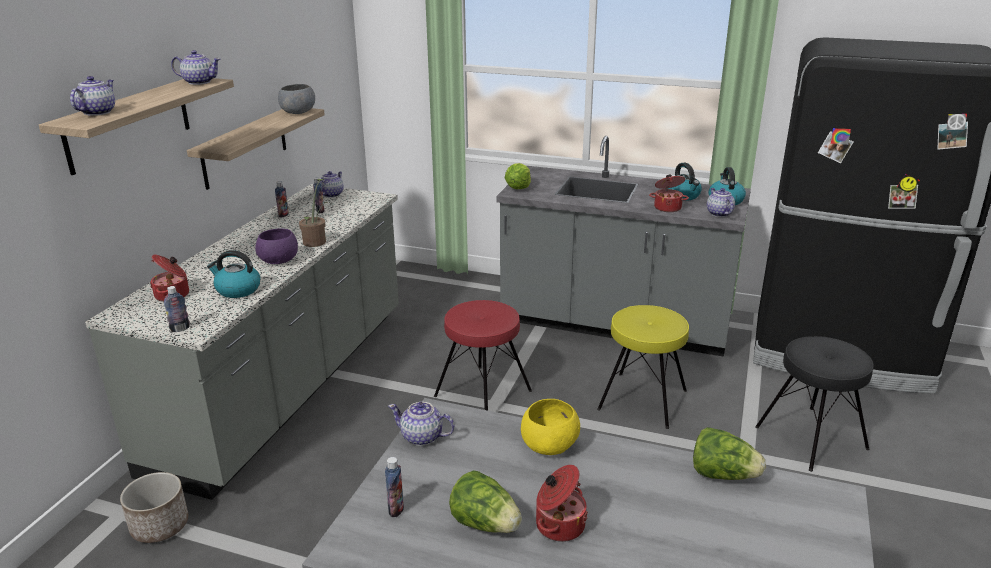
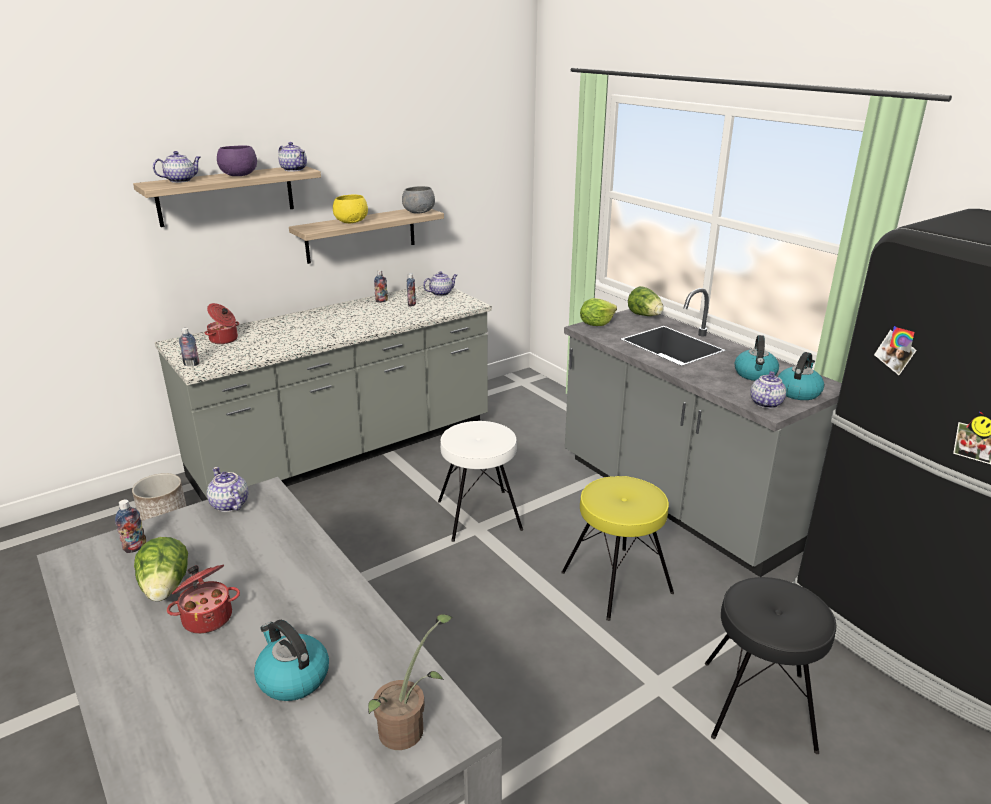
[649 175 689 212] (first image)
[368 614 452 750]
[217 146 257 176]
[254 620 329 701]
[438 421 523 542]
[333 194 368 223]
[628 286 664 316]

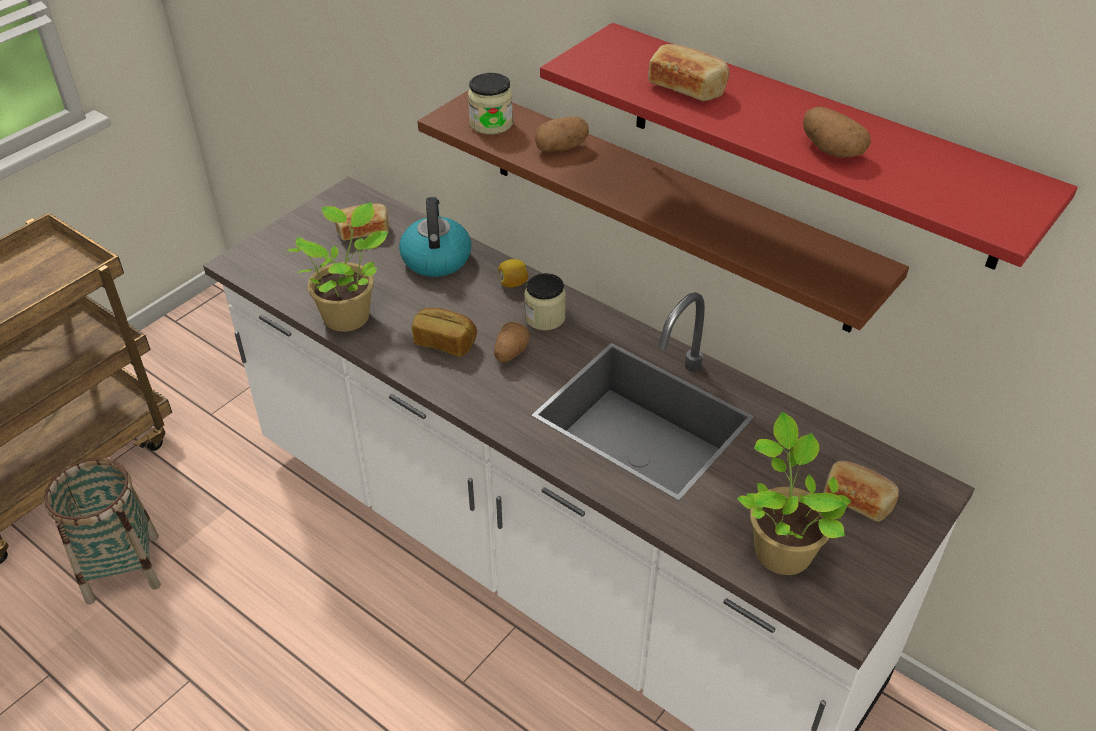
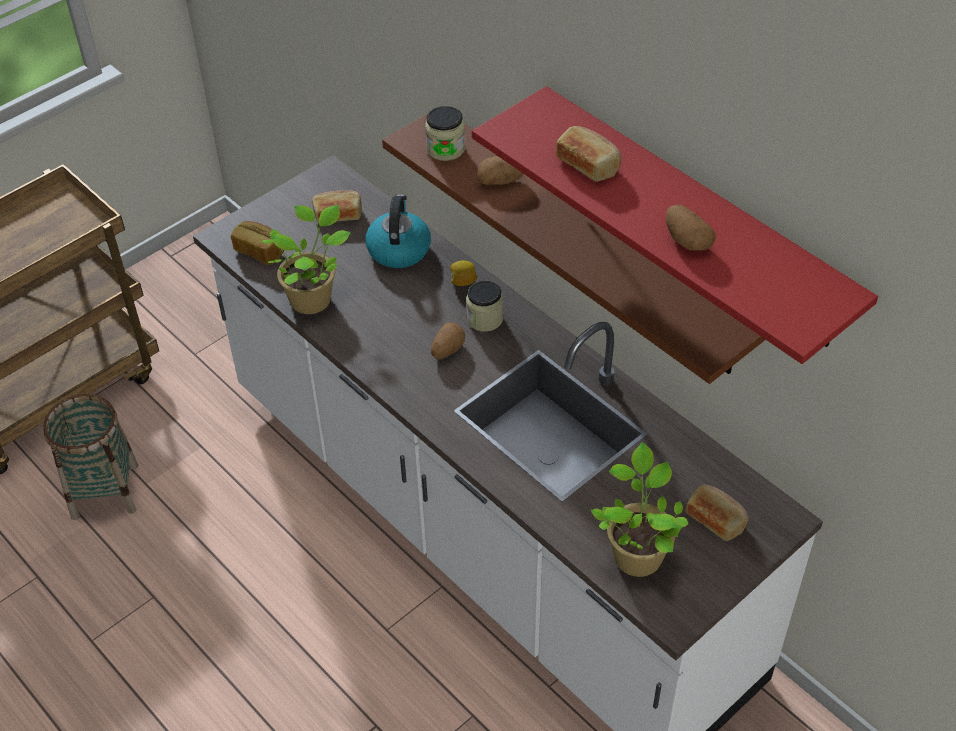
[231 221 284 265]

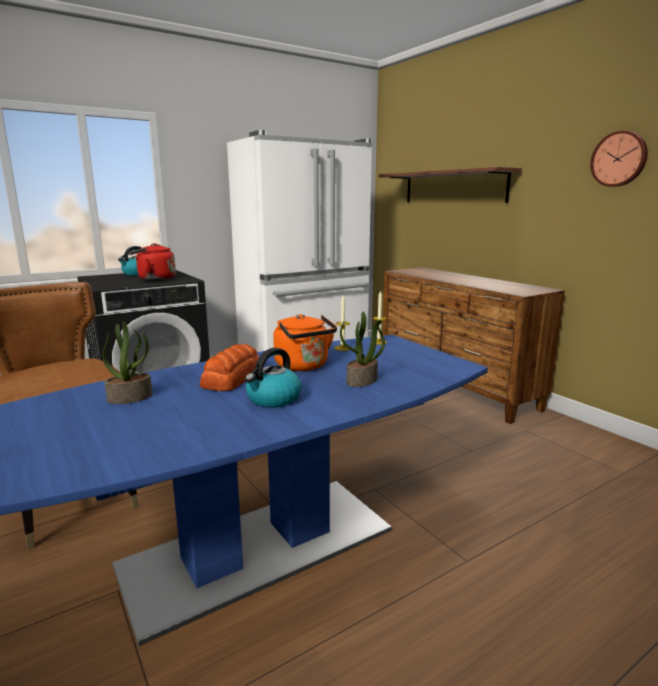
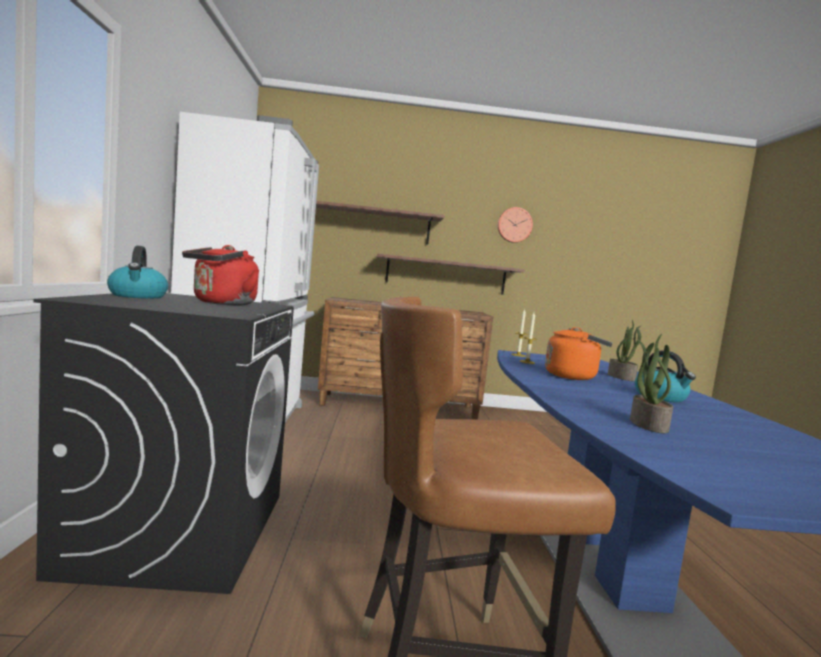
[200 344 259 391] (first image)
[377 254 524 294]

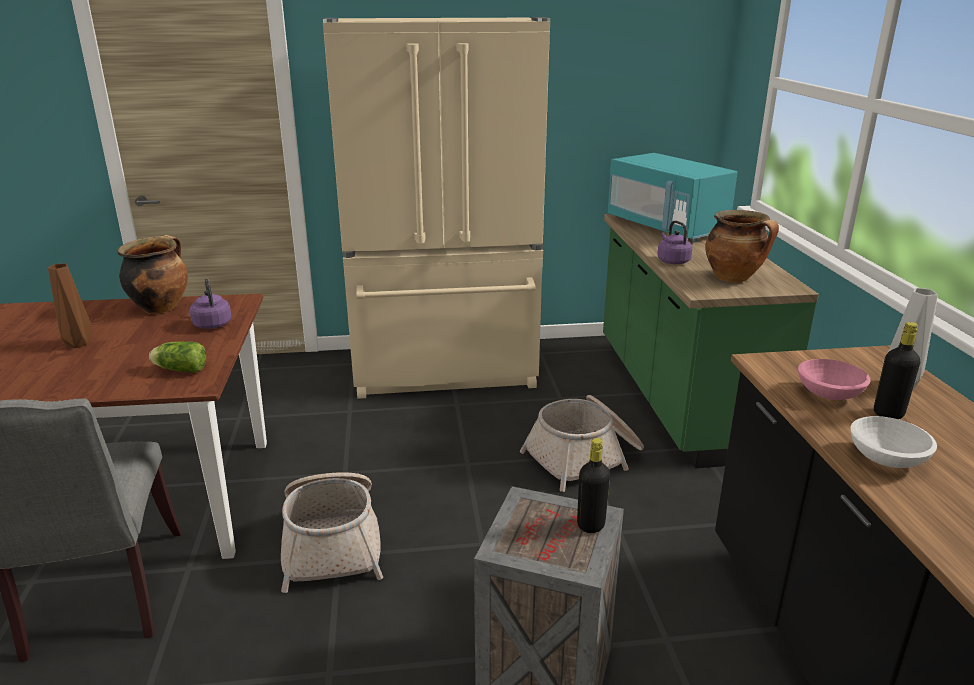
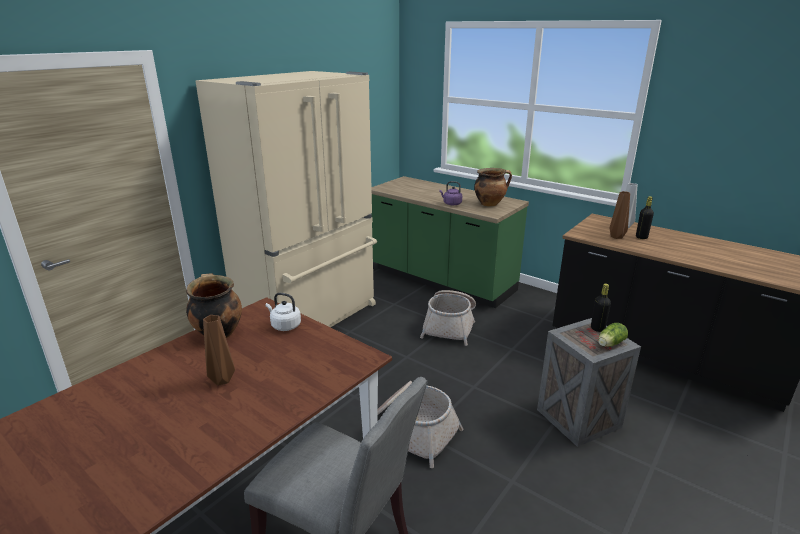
[607 153 737 242] (first image)
[266 293 301 331]
[598 323 628 347]
[610 191 630 239]
[850 416 937 468] (first image)

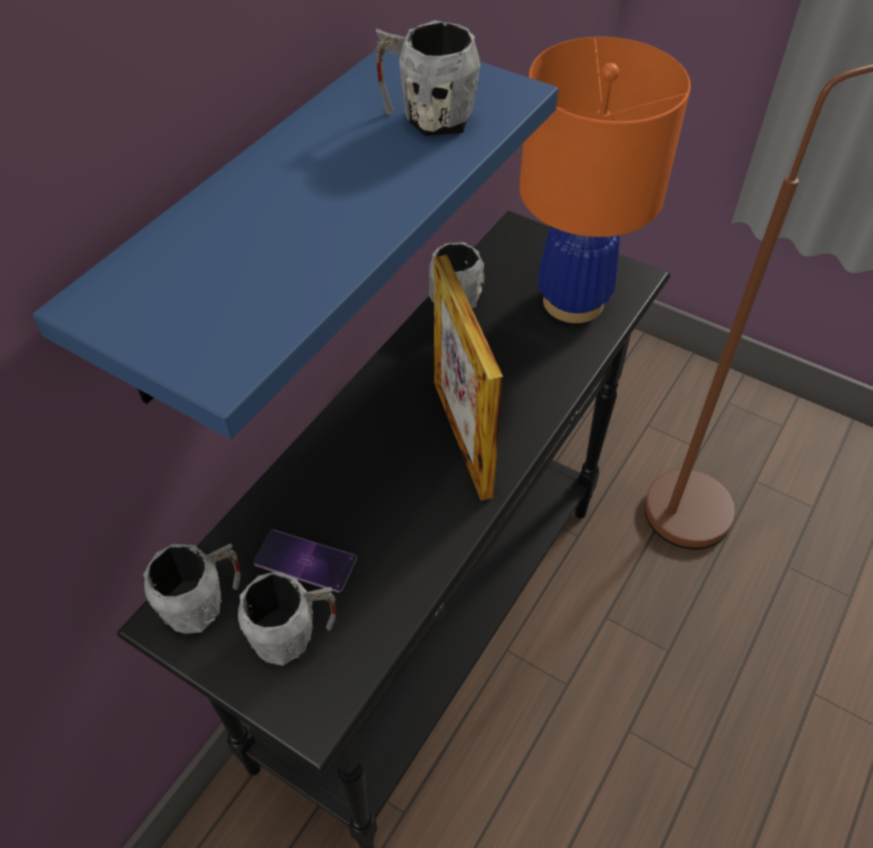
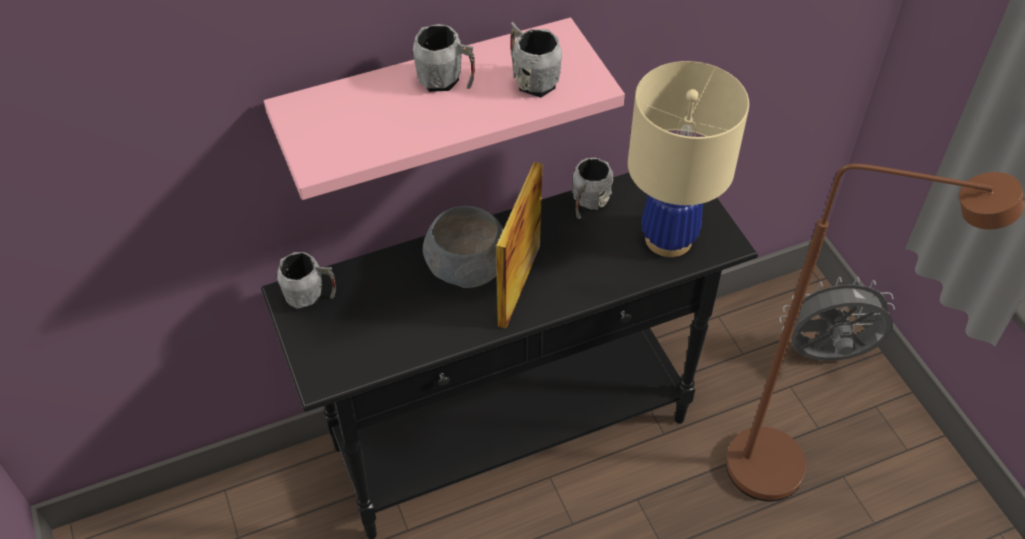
[264 18 625 200]
[628 61 749 257]
[254 530 357 592] (first image)
[413 24 475 92]
[423 206 503 288]
[779 276 895 361]

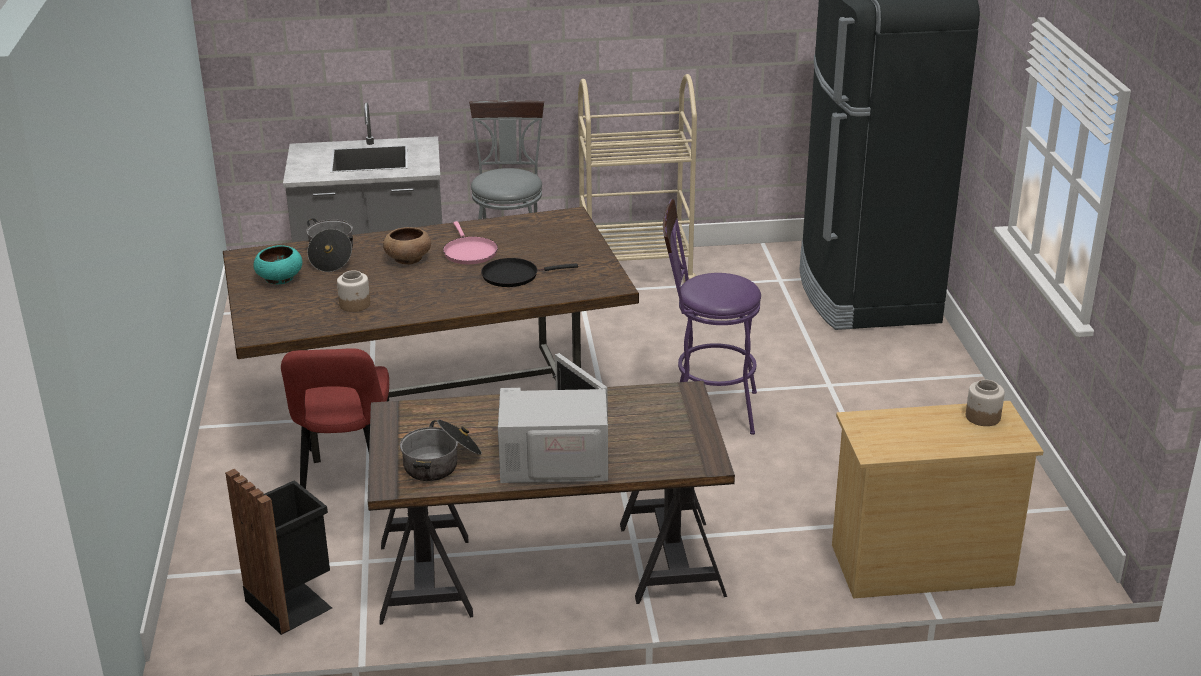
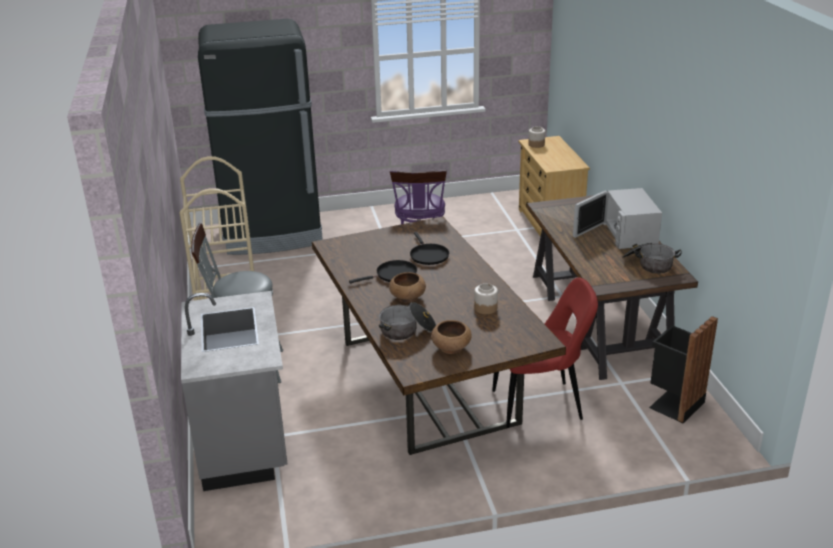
[349 260 417 283]
[431 320 472 354]

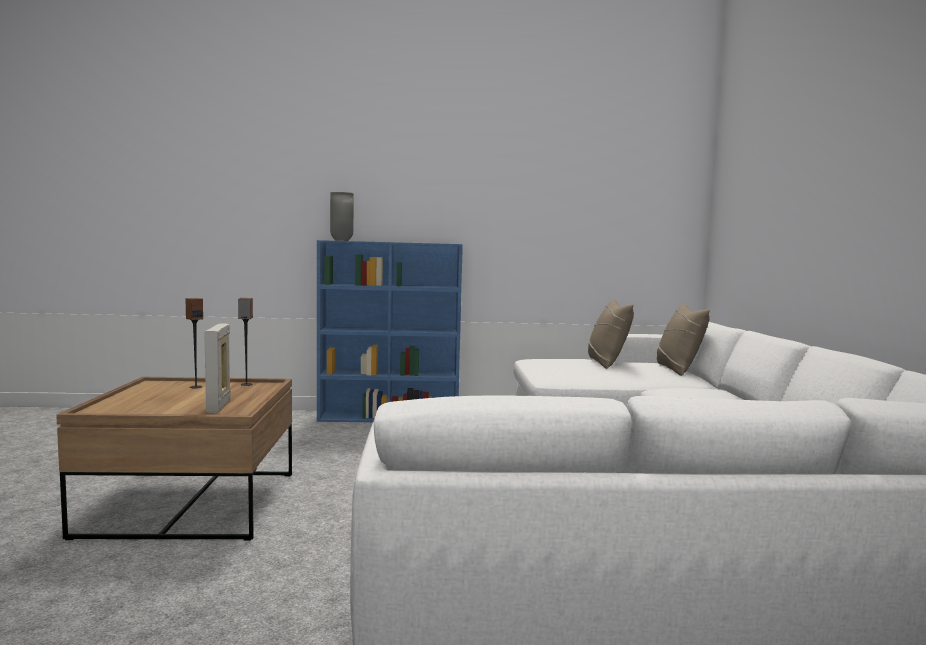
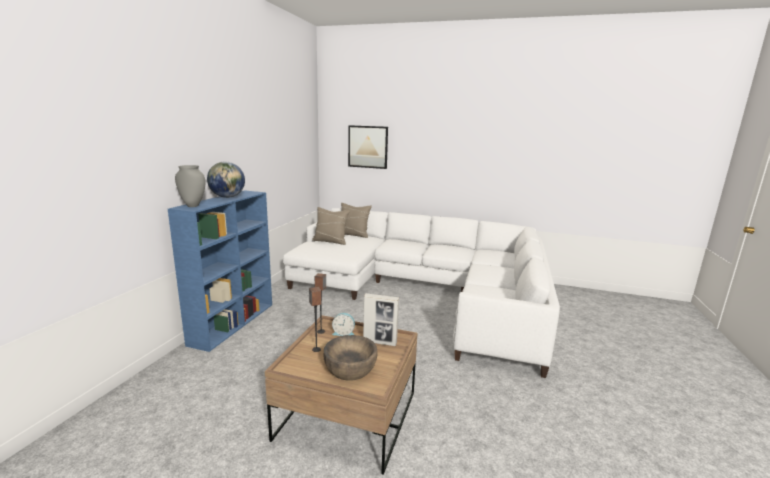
[348 125 388 169]
[207 162 245 198]
[332 313 355 336]
[323 335 378 381]

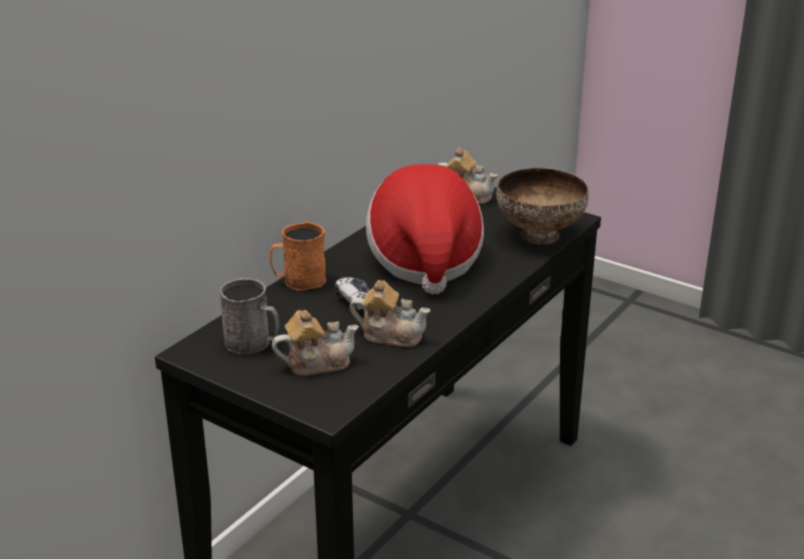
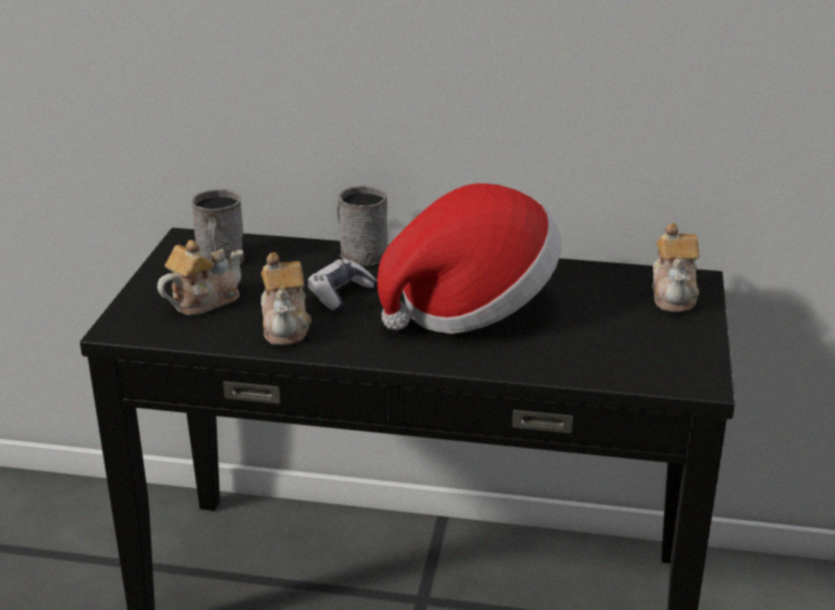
[496 168 589 245] (first image)
[337 186 388 266]
[157 240 243 316]

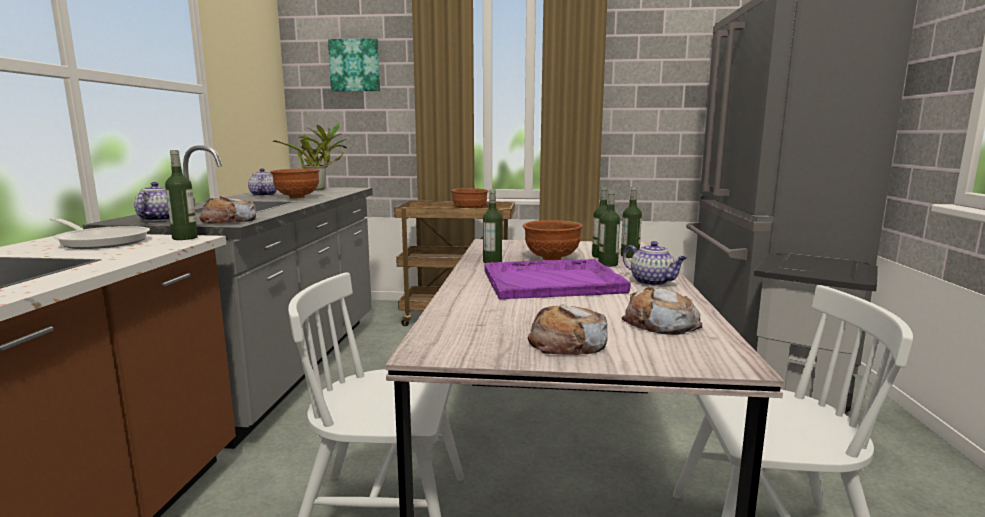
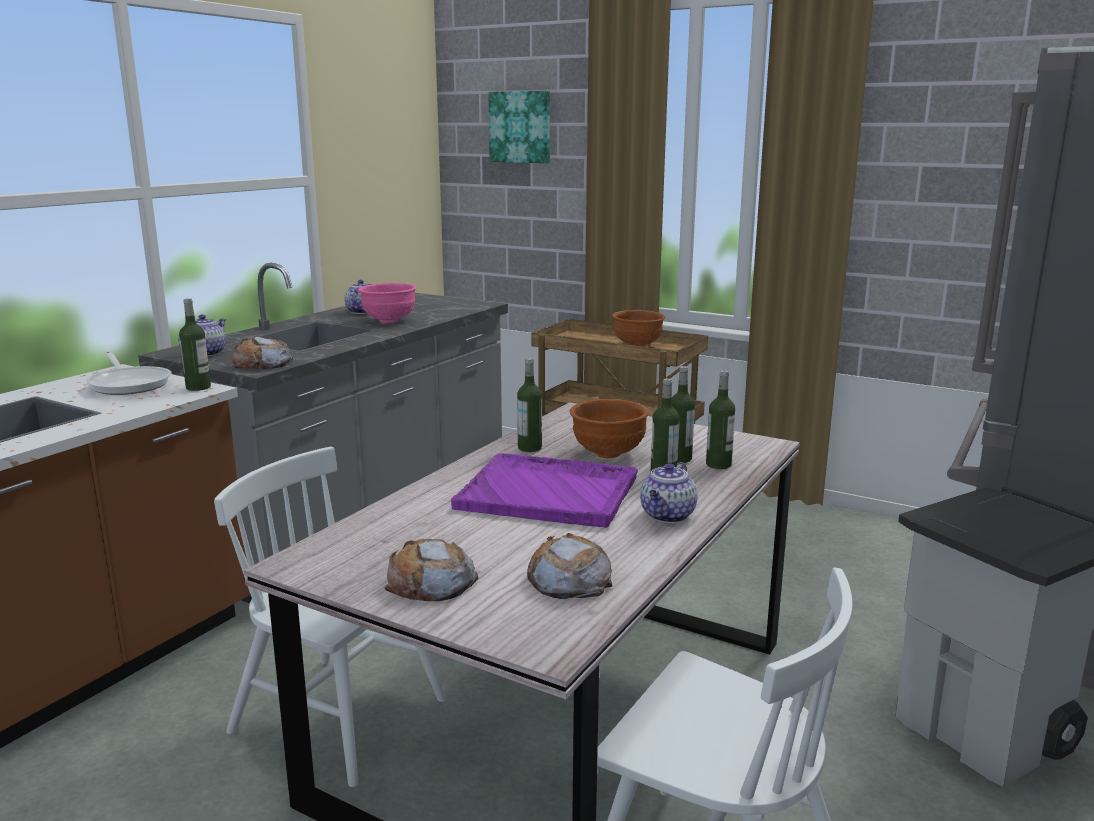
[272 124 347 191] (first image)
[358 283 417 323]
[640 462 698 523]

